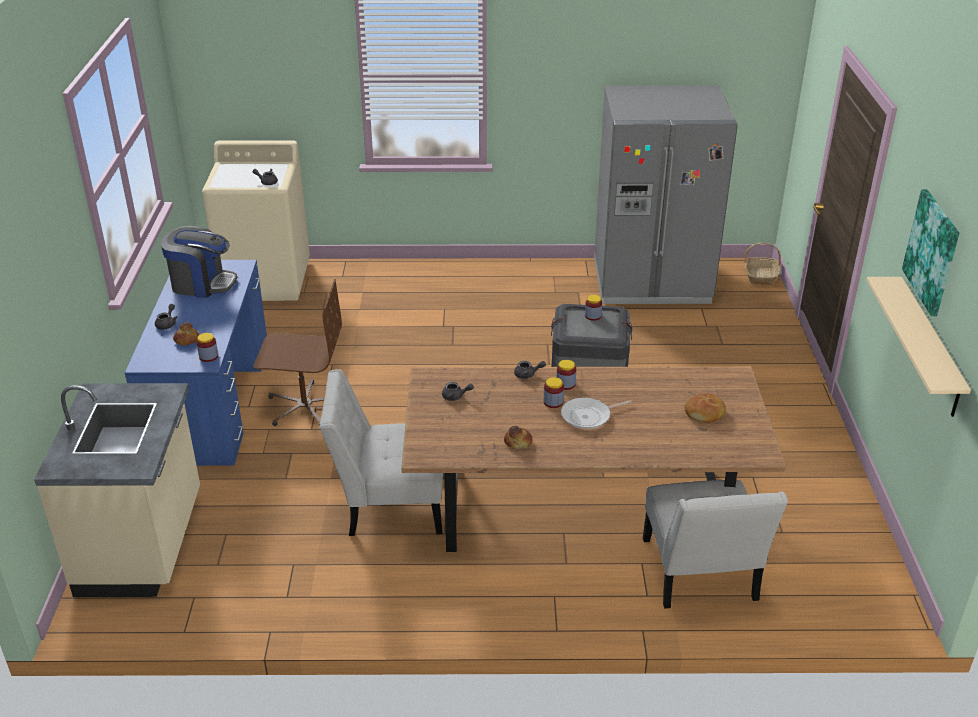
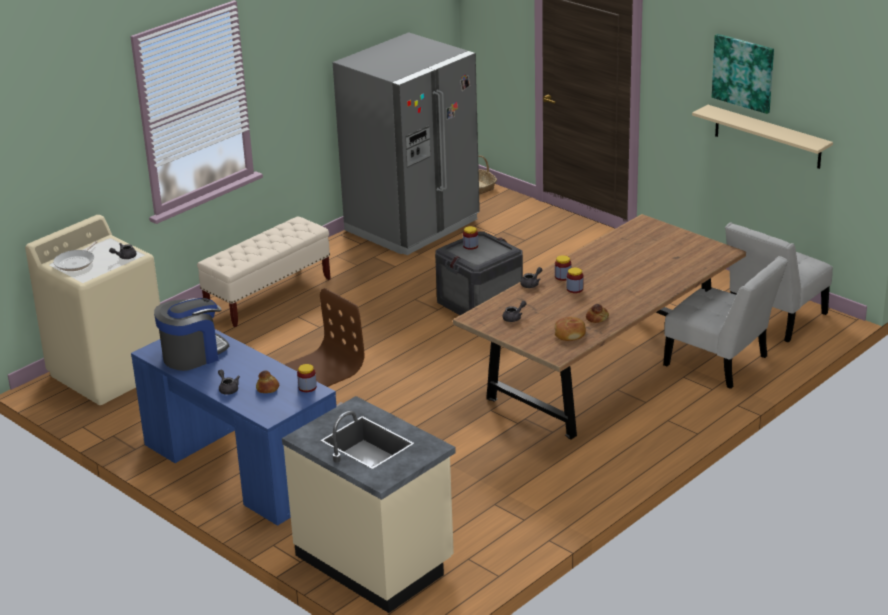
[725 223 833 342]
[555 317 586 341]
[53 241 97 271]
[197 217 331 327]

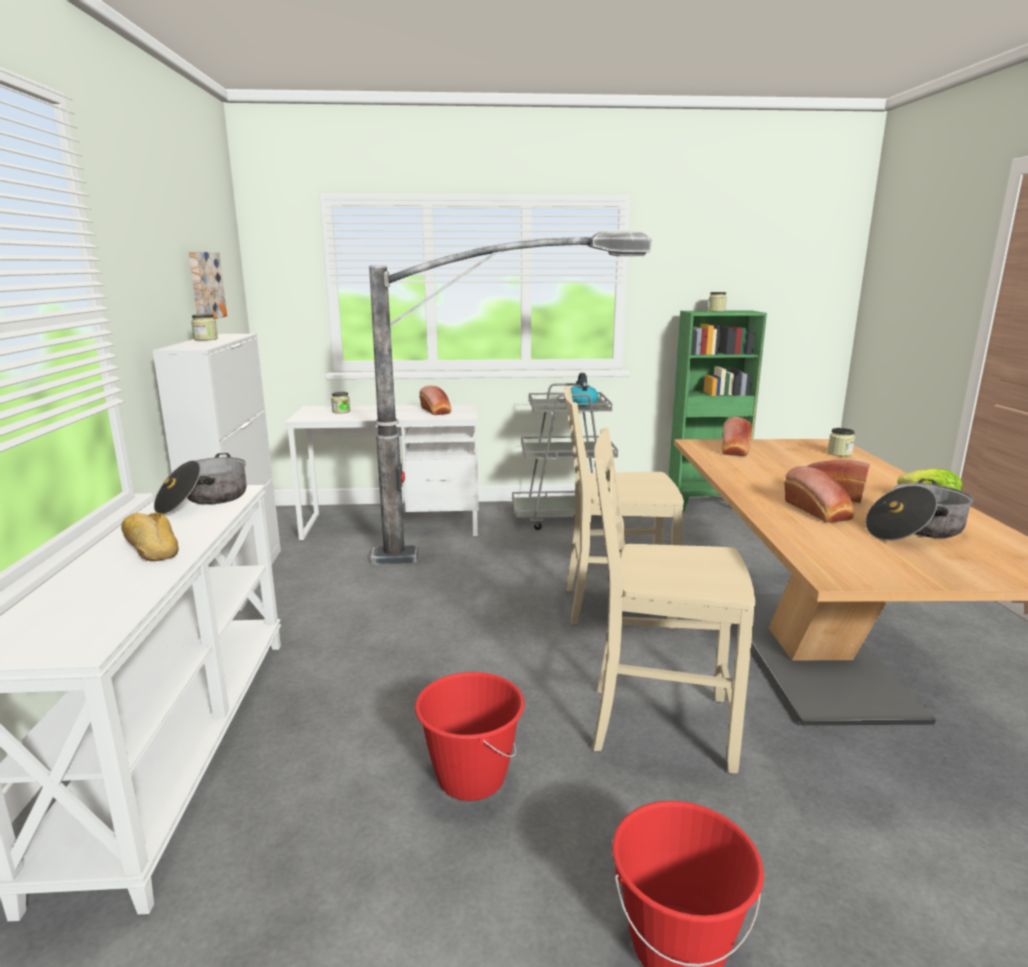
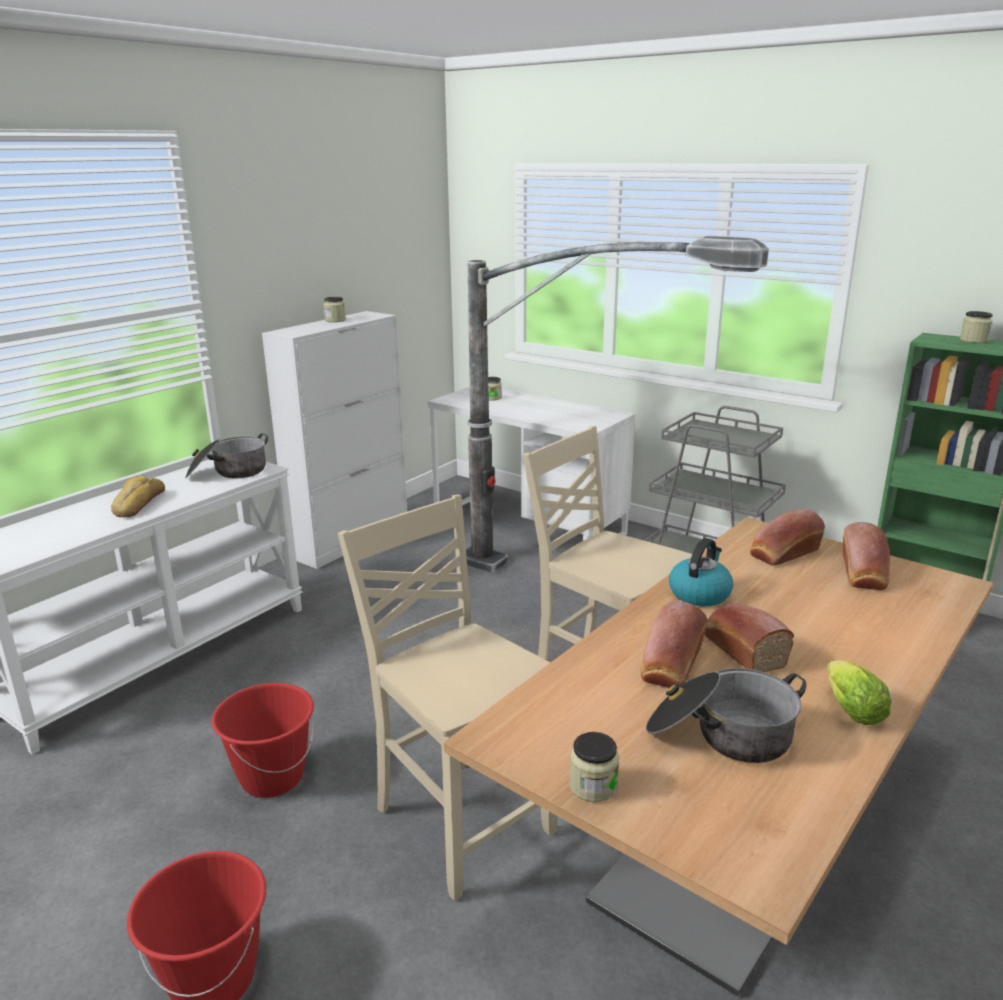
[189 251 227 319] (first image)
[669 538 733 606]
[843 522 890 590]
[569 732 619 802]

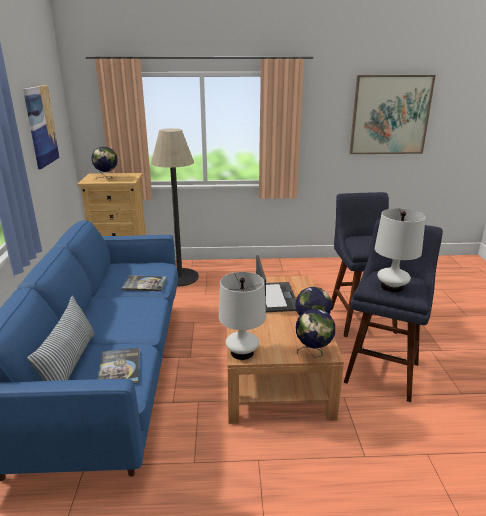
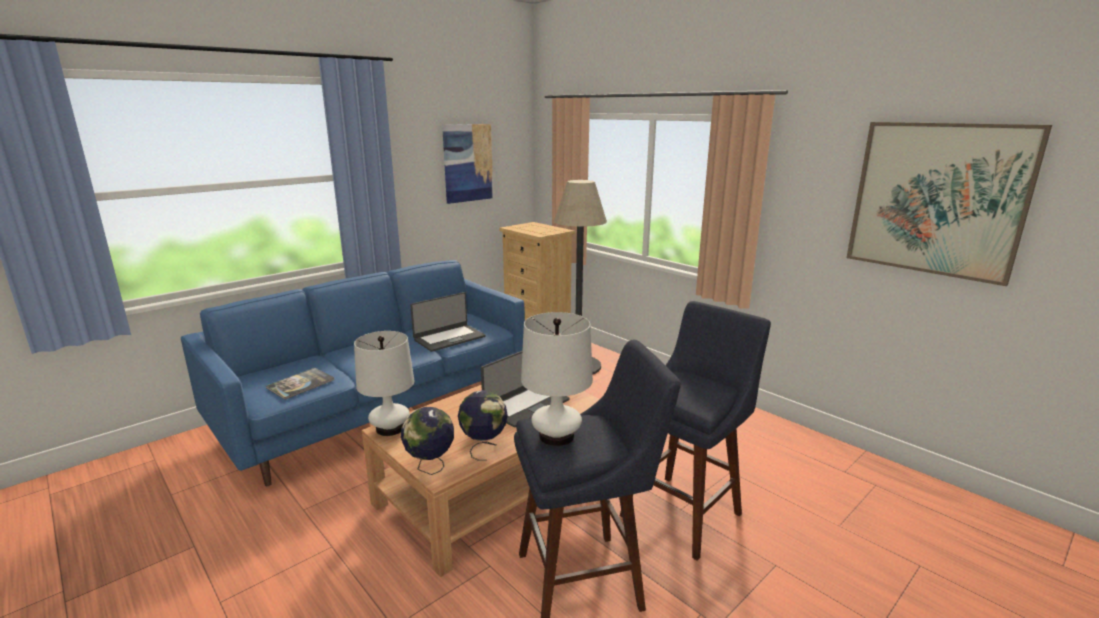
[91 146 118 180] (first image)
[410 292 485 352]
[27 296 95 381] (first image)

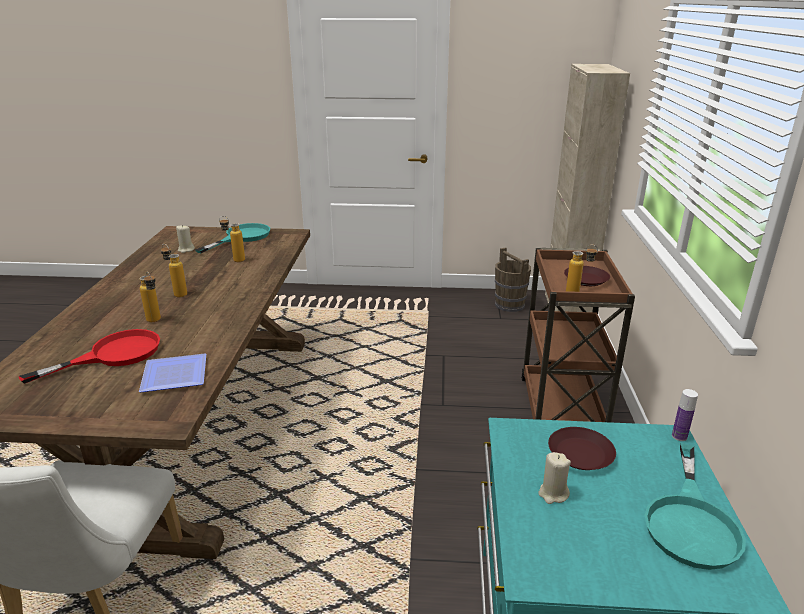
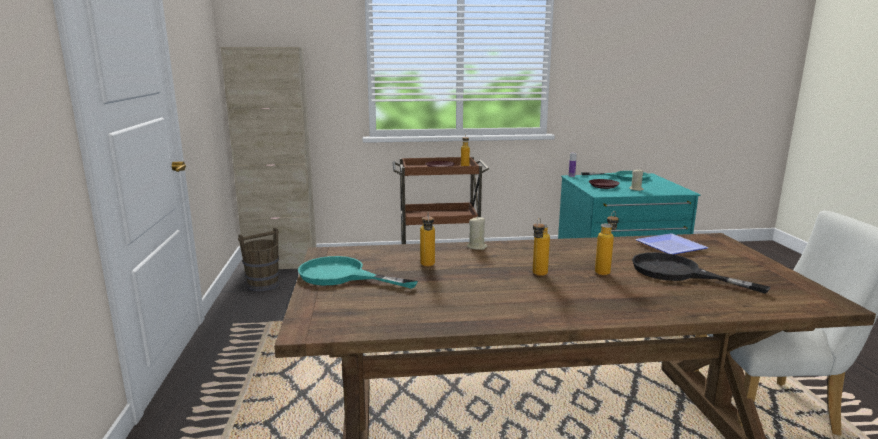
[467 216 488 250]
[632 252 770 293]

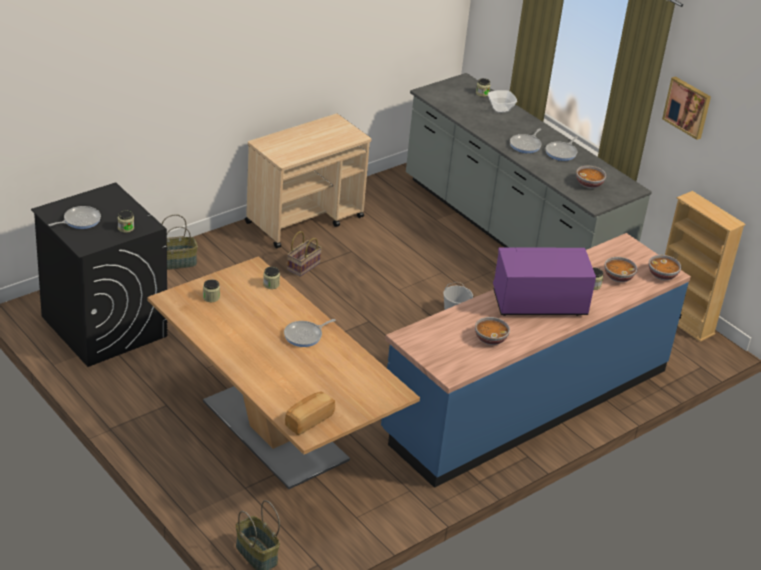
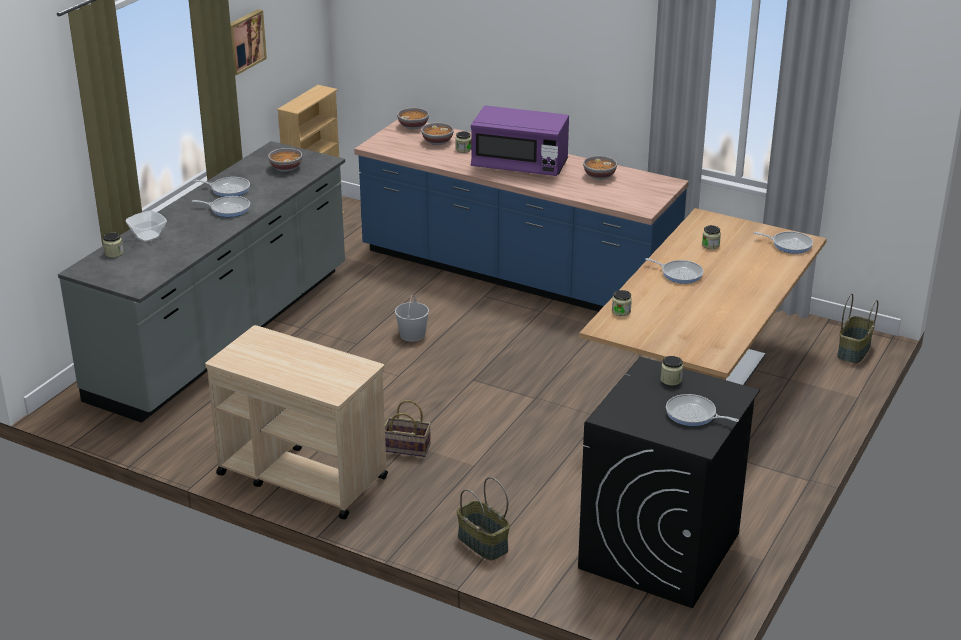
[471 106 569 176]
[702 225 721 249]
[754 231 813 254]

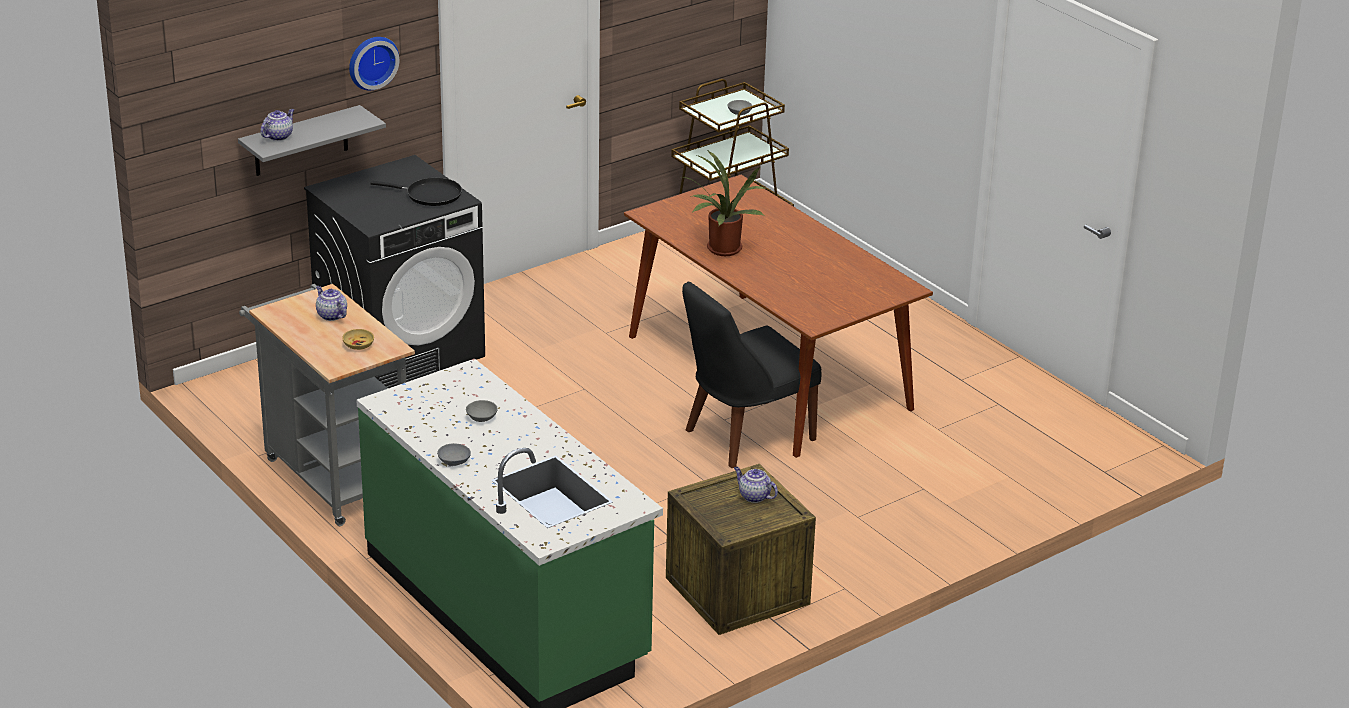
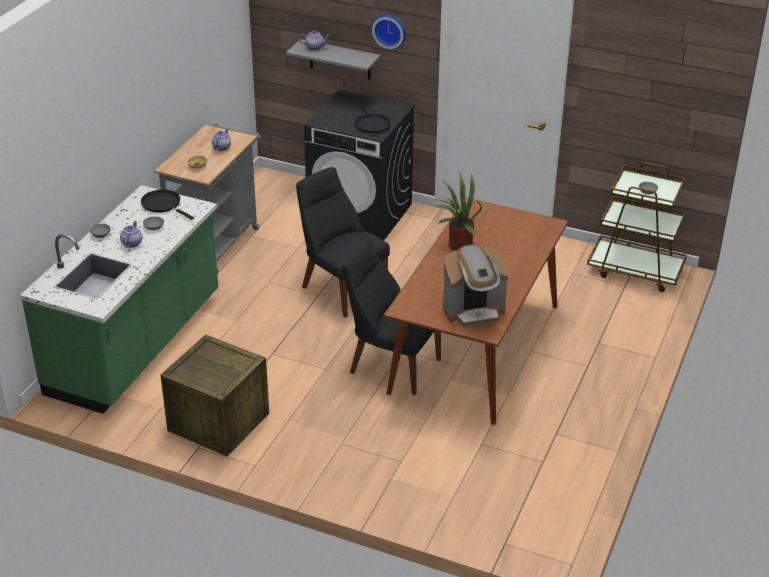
[120 221 142 248]
[296 167 390 318]
[141 189 194 220]
[443 244 508 328]

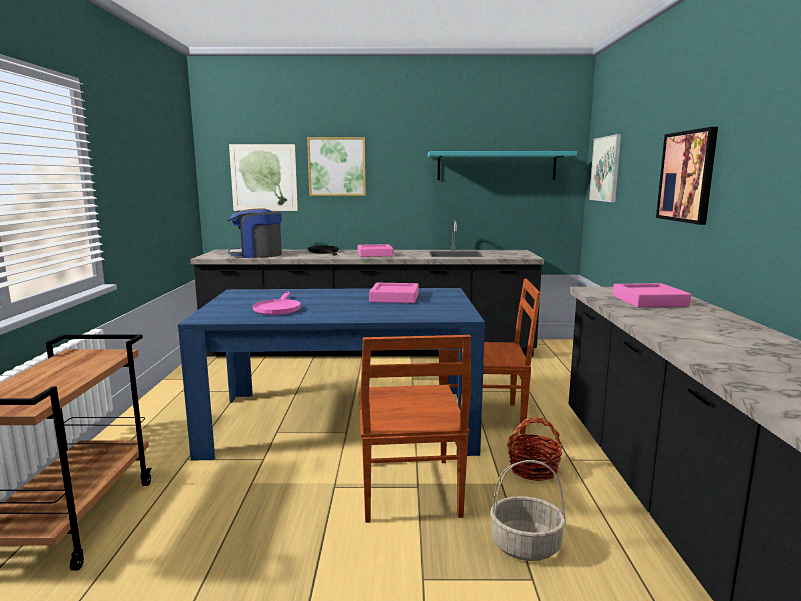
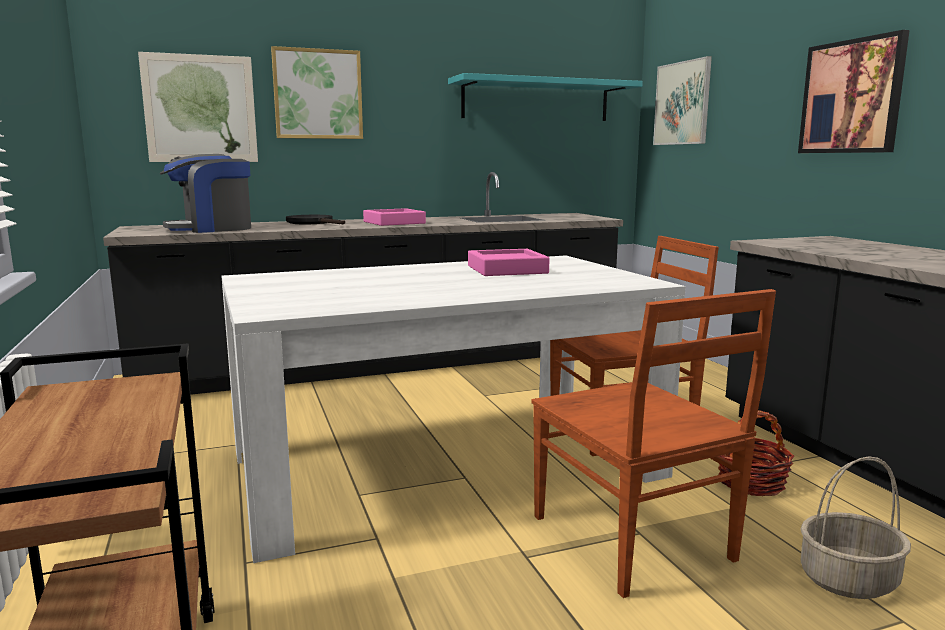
[613 283 691 308] (first image)
[222 255 686 563]
[253 291 301 315] (first image)

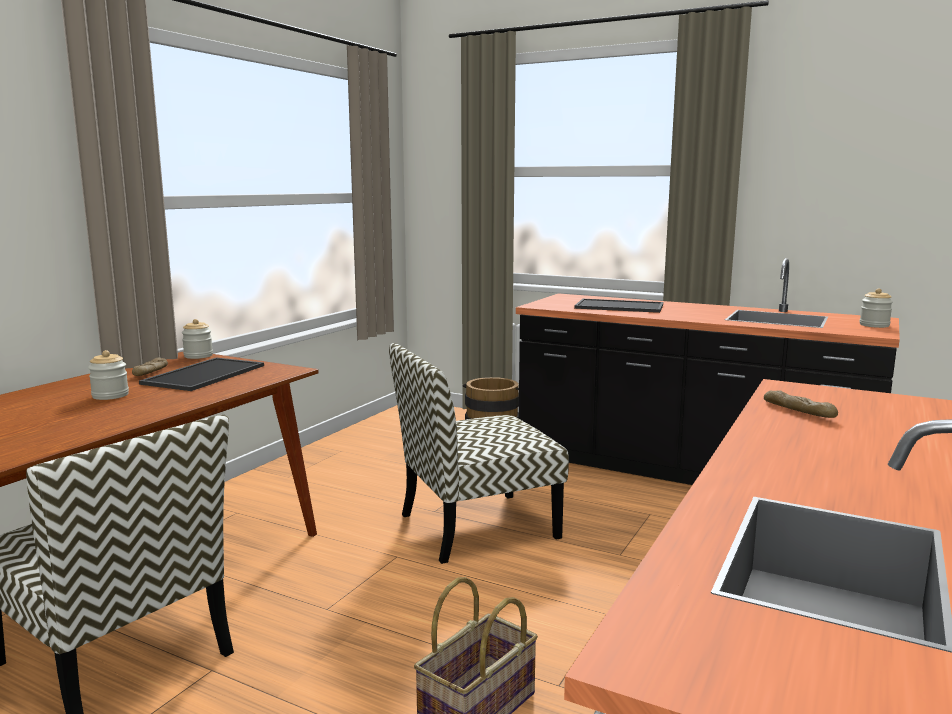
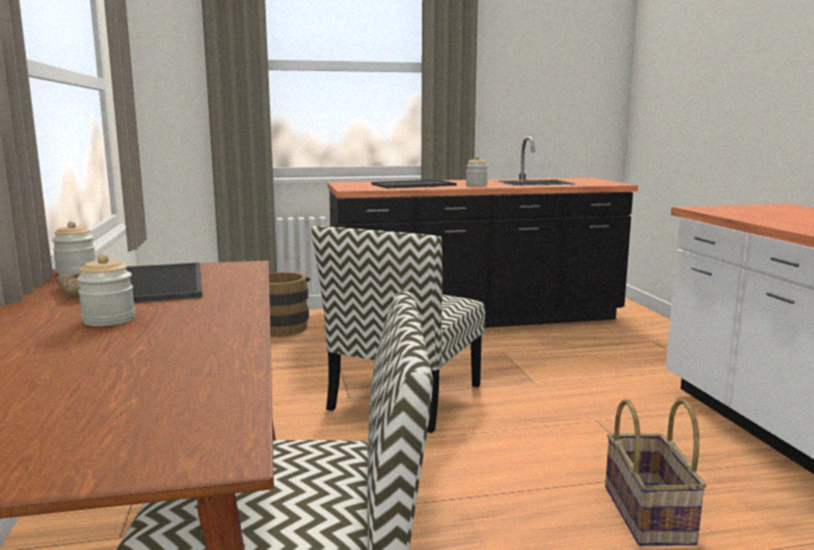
[466 156 488 186]
[764 390 838 418] (first image)

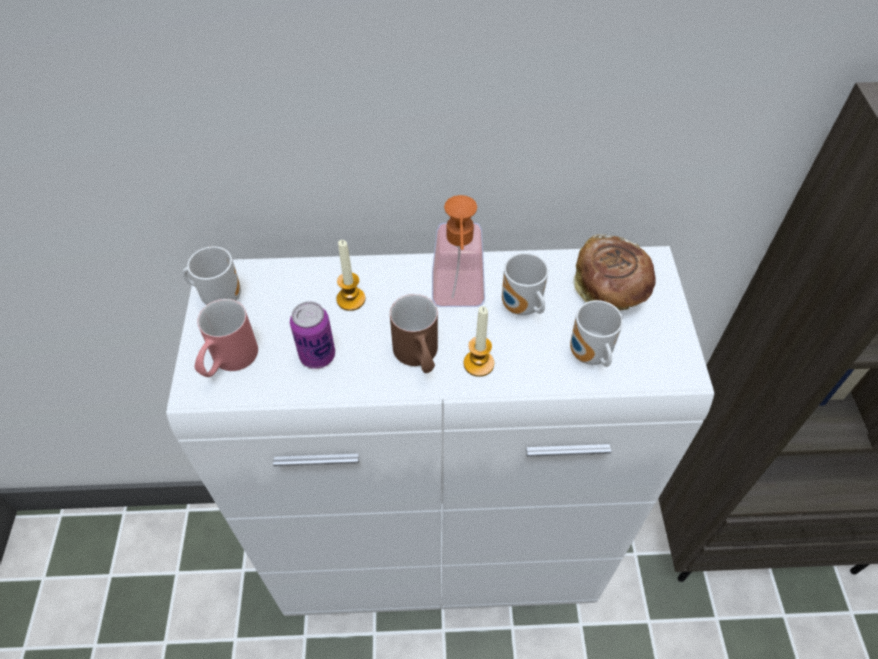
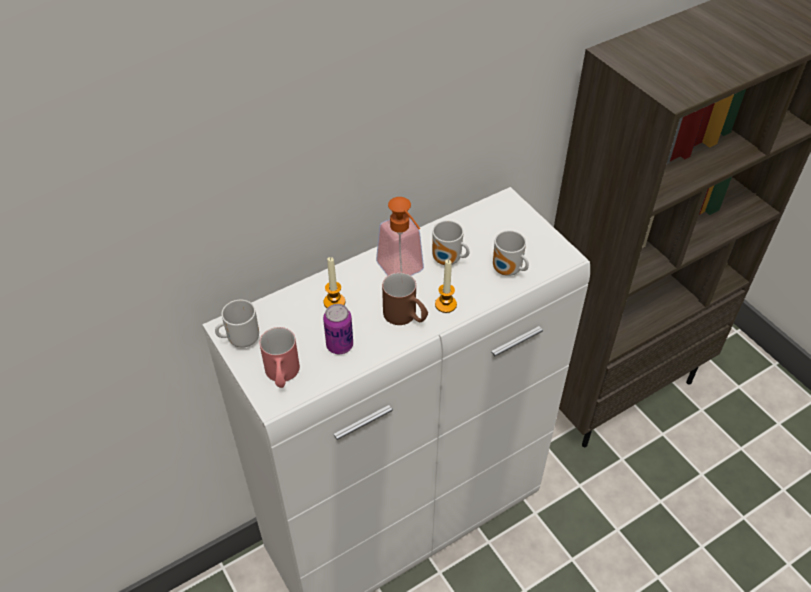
[573 234 656 311] (first image)

